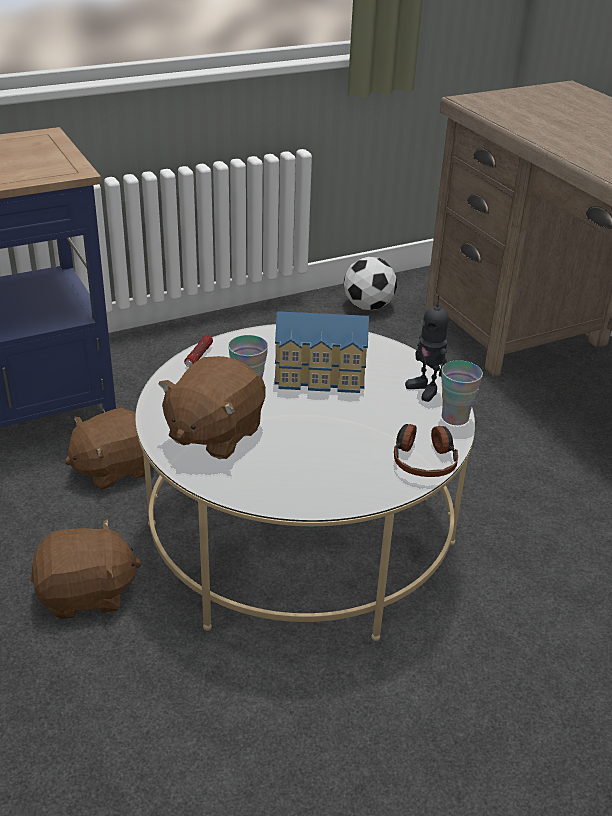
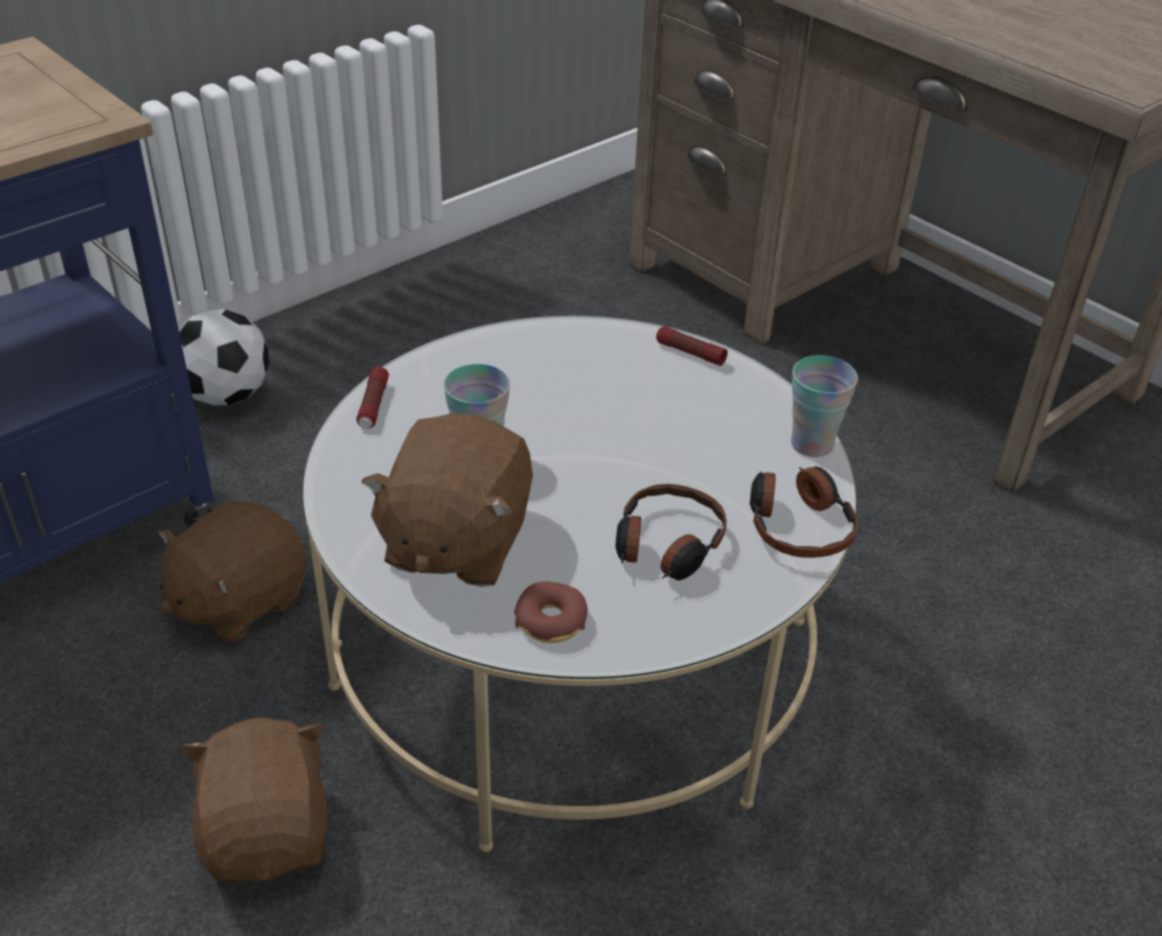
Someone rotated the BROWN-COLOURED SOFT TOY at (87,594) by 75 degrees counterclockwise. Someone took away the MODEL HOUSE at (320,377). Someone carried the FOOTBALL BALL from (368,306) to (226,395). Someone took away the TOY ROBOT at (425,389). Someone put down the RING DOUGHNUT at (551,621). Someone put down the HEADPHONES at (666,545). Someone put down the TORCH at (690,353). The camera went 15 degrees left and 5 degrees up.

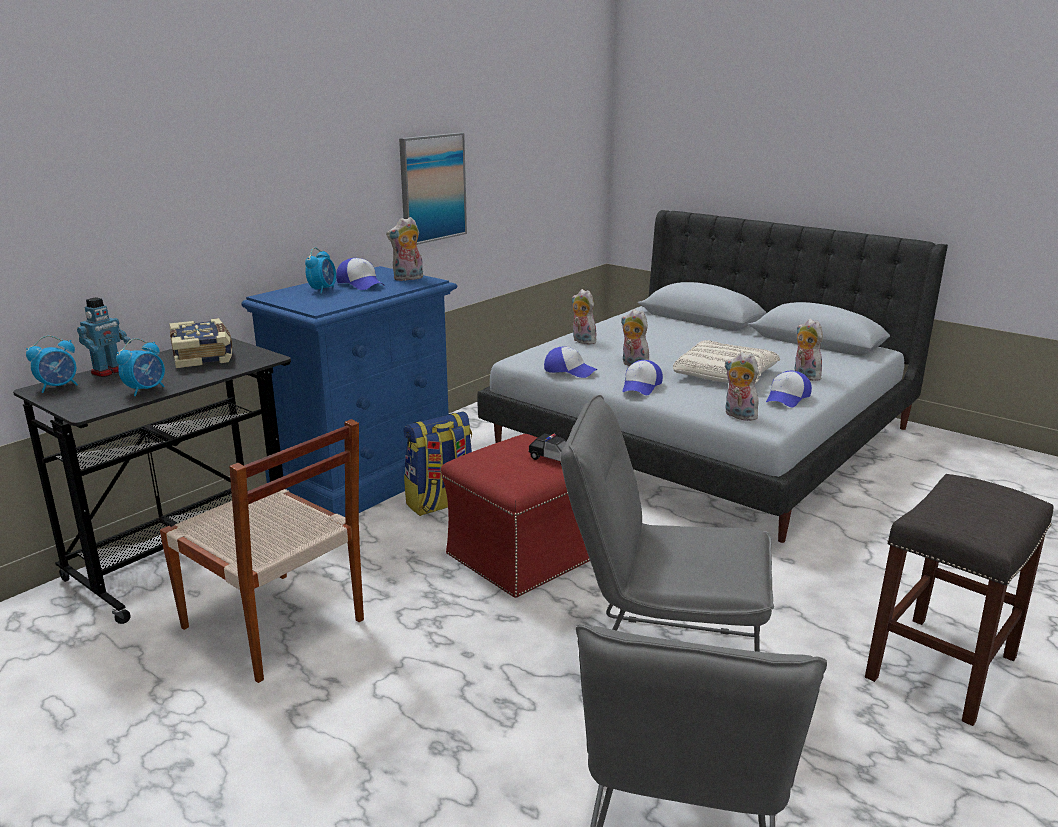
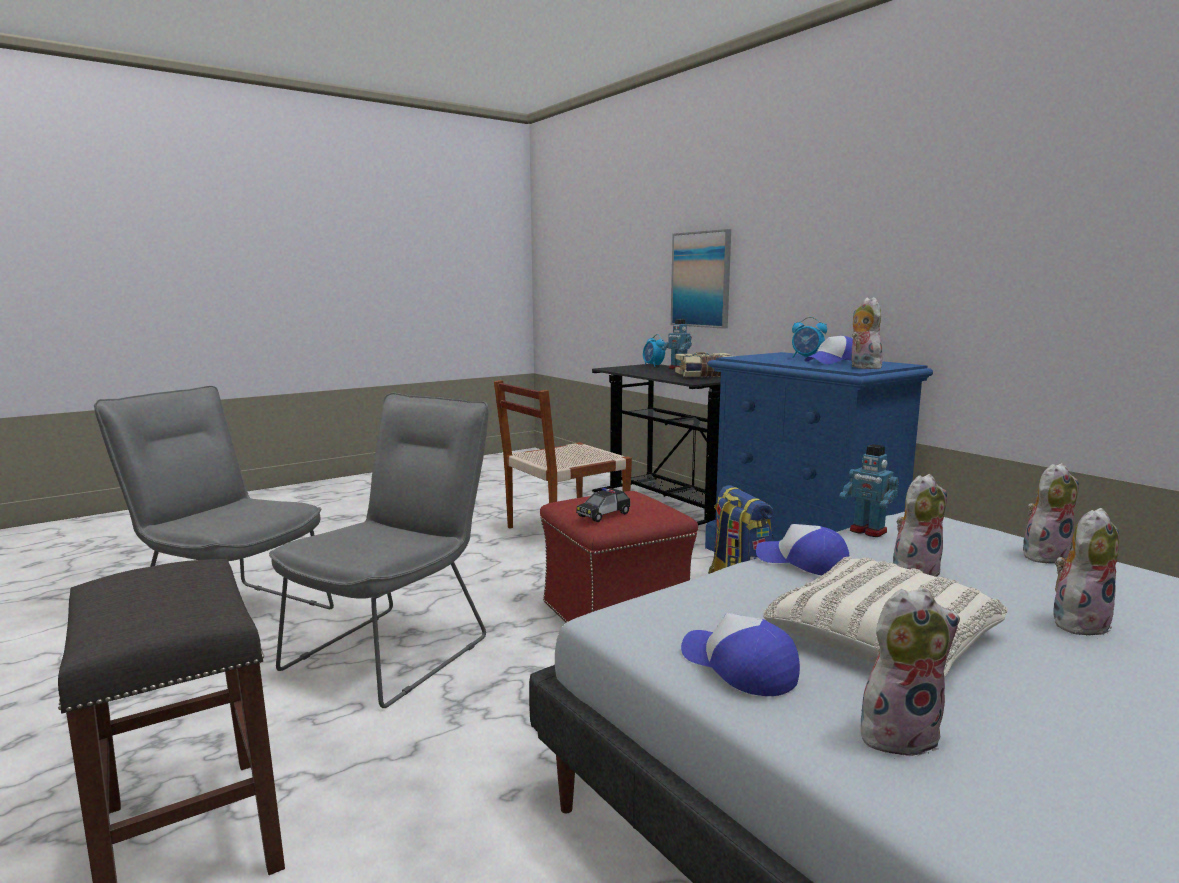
Someone took away the TABLE CLOCK at (146,390). Someone carried the PICTURE from (432,188) to (701,279). Someone swapped the PEAKED CAP at (569,371) for the TOY ROBOT at (867,531). Someone carried the SOFT TOY from (738,416) to (1078,622). The camera went 105 degrees right and 10 degrees down.

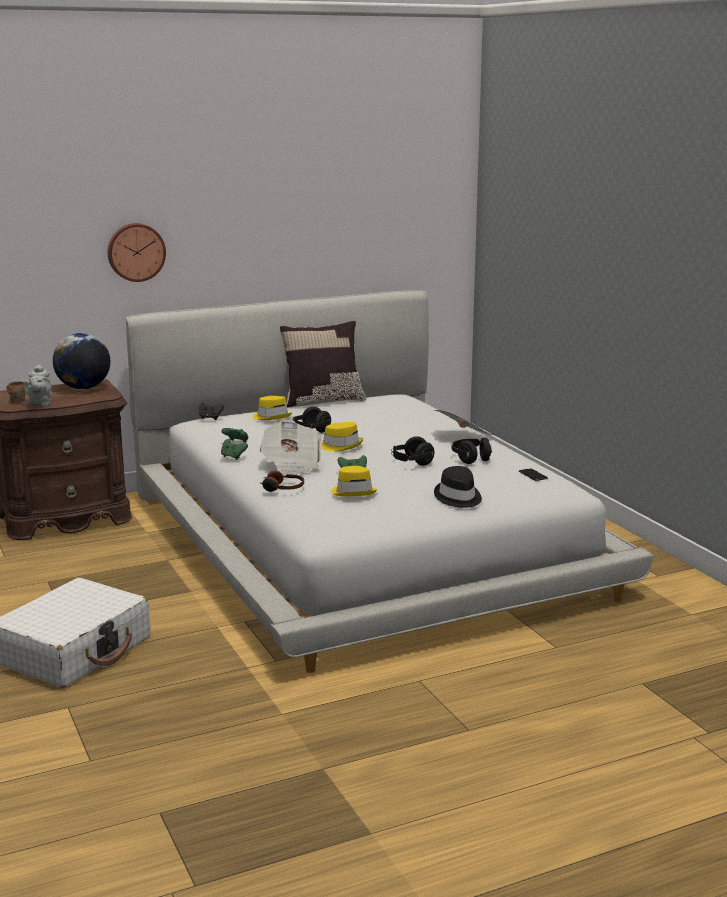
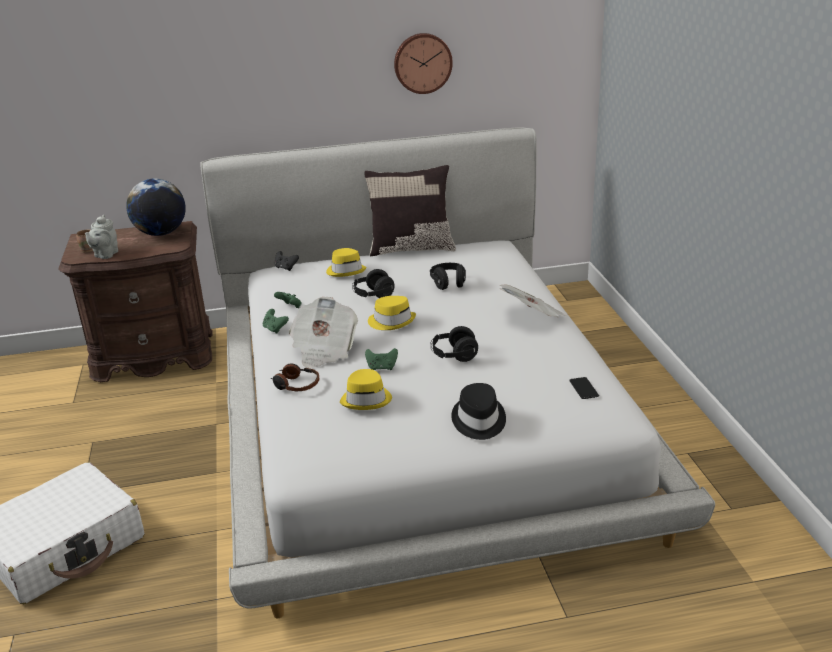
Someone carried the CLOCK ON THE WALL from (136,252) to (422,63). Someone carried the BLACK-COLOURED HEADPHONES from (471,459) to (448,284). The camera went 15 degrees right and 10 degrees up.

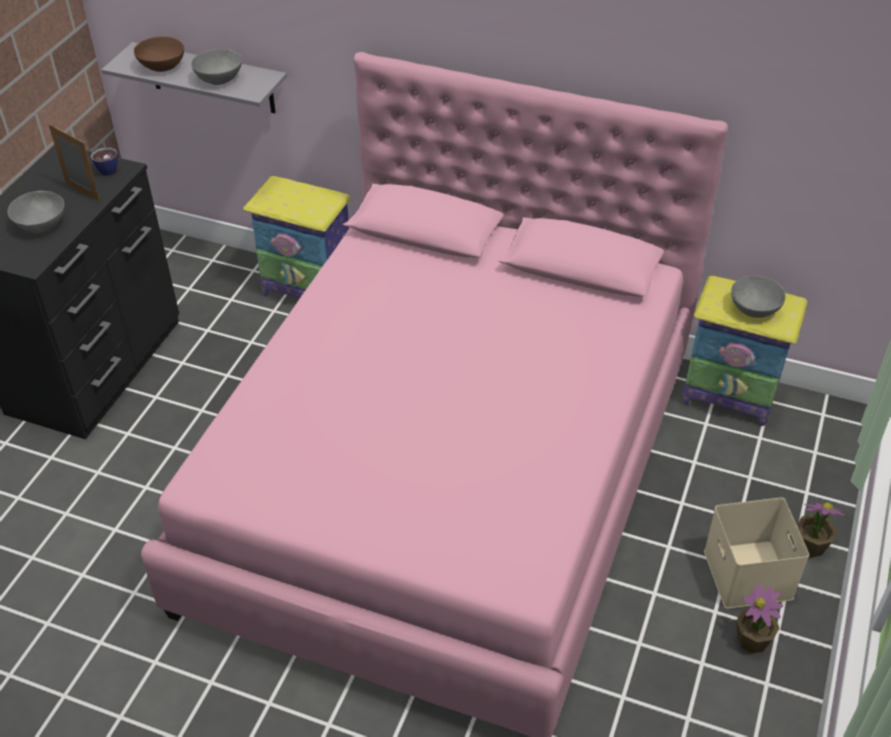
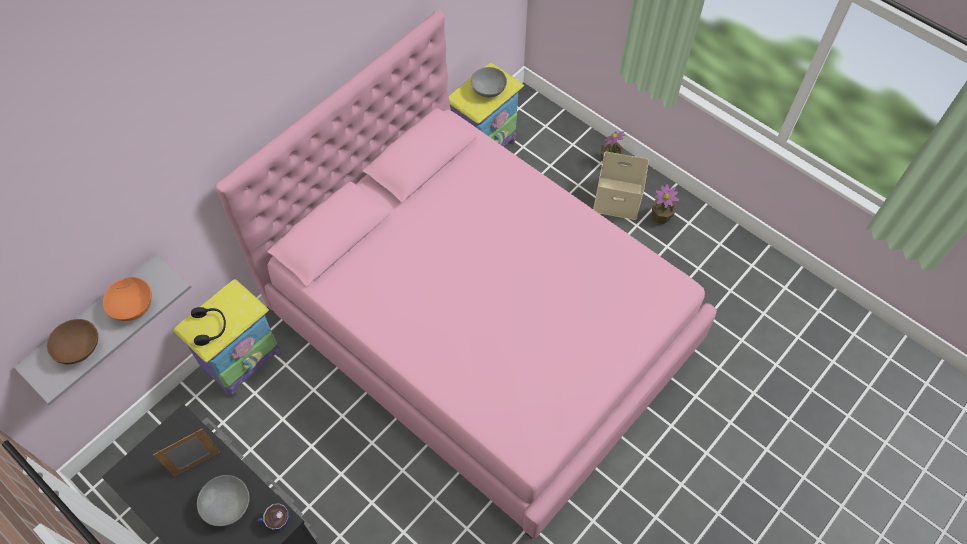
Someone carried the CUP from (107,168) to (275,521). Someone repainted the GREYISH BOWL at (219,79), which became the ORANGEY BOWL at (133,307). Someone put down the BLACK-COLOURED HEADPHONES at (211,327). The camera went 70 degrees left and 15 degrees up.

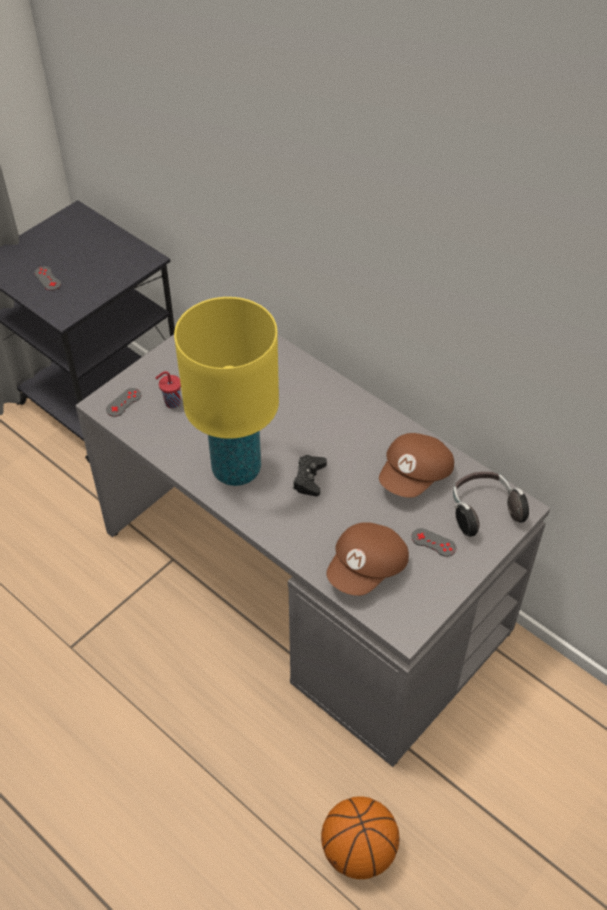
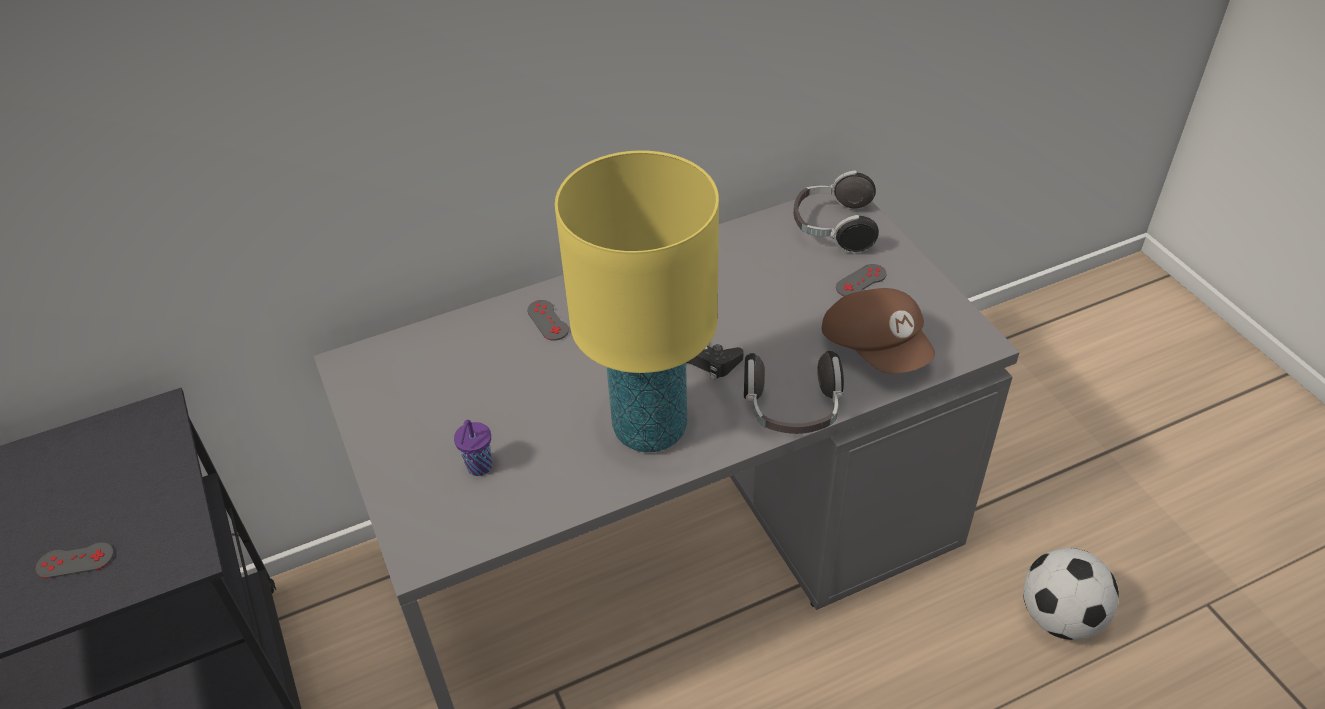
Someone carried the GREYISH GAMEPAD from (123,402) to (548,320). Someone repainted the RED-COLOURED CUP at (171,403), which became the PURPLE CUP at (478,468). Someone swapped the BASKETBALL BALL at (358,851) for the FOOTBALL BALL at (1060,616). Someone took away the BROWN-COLOURED PEAKED CAP at (415,476). Someone put down the HEADPHONES at (792,411). The camera went 65 degrees left and 5 degrees down.

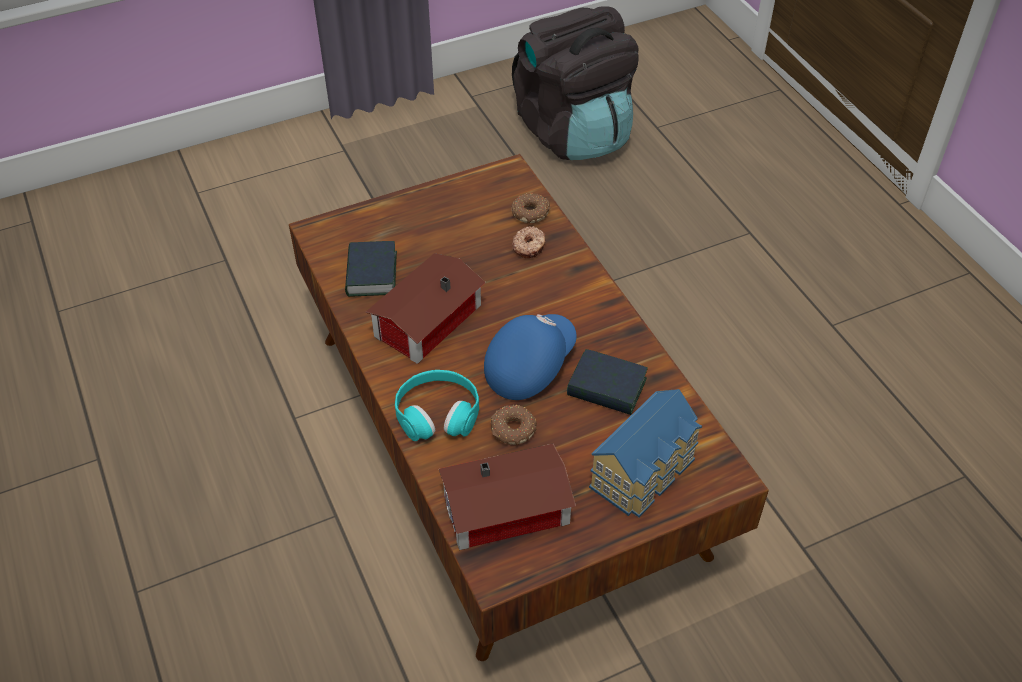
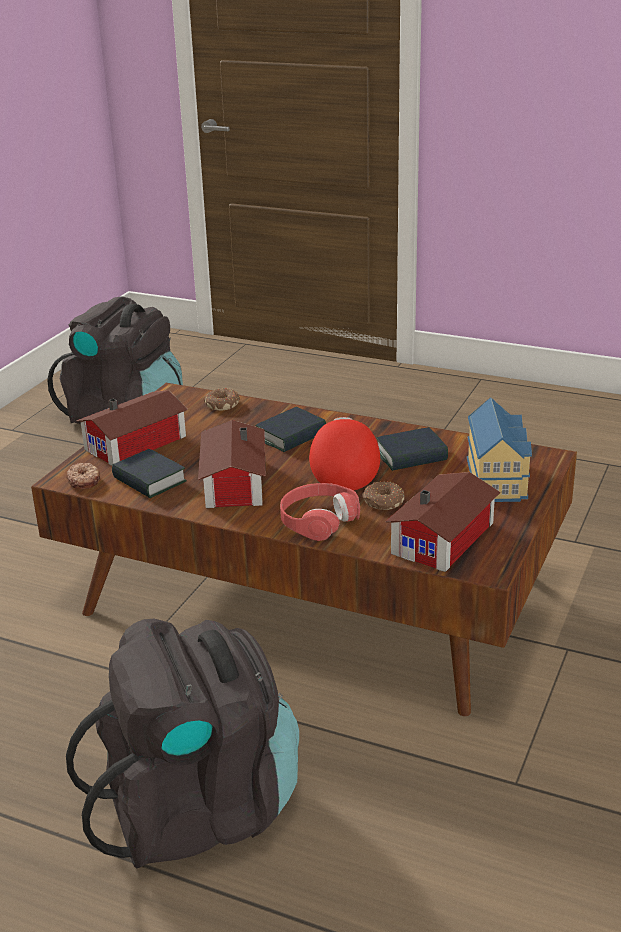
Someone repainted the BLUE-GREEN HEADPHONES at (437,413), which became the RED-COLOURED HEADPHONES at (318,520). Someone repainted the BLUE PEAKED CAP at (529,365), which became the RED-COLOURED PEAKED CAP at (343,470). Someone carried the RING DOUGHNUT from (529,247) to (84,481). Someone put down the BLACK-COLOURED RUCKSACK at (198,809). Someone put down the MODEL HOUSE at (139,442). Someone put down the BOOK at (291,436). The camera went 40 degrees left and 20 degrees down.

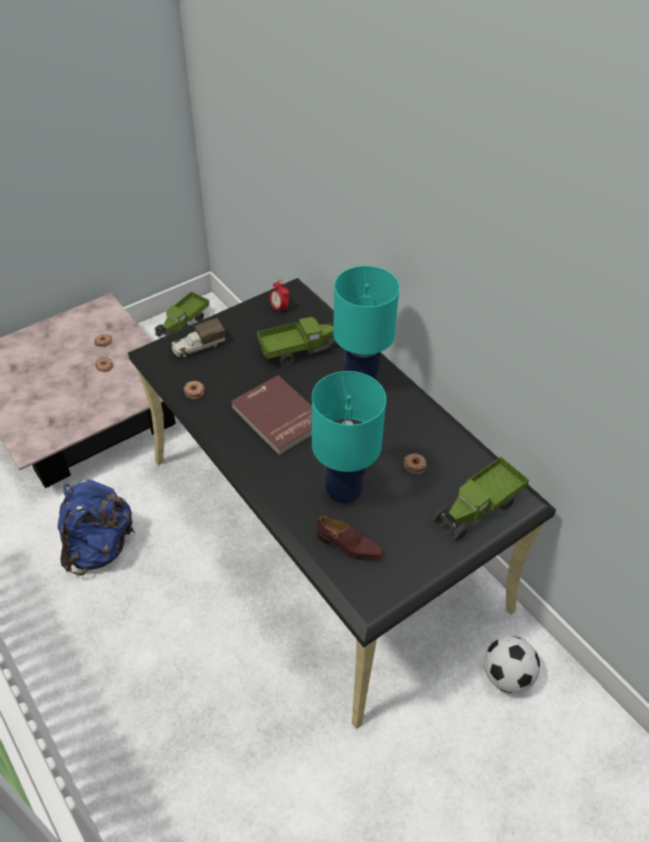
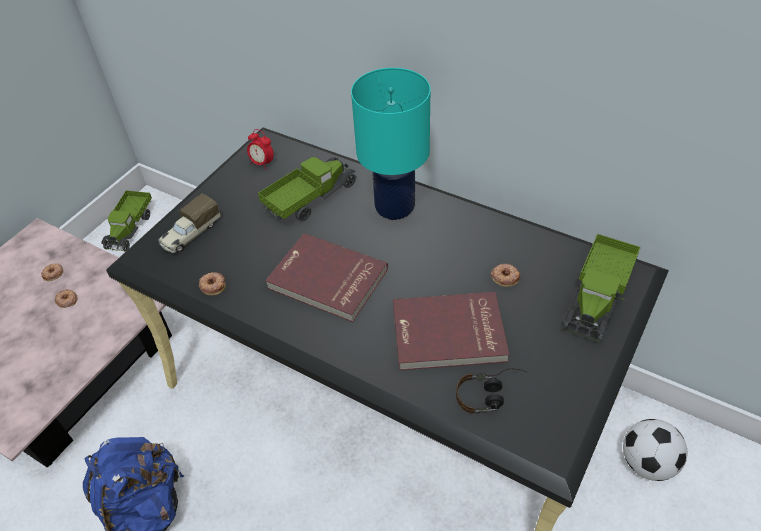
Someone swapped the BLUE-GREEN TABLE LAMP at (344,491) for the RED-COLOURED BOOK at (449,335). Someone swapped the BROWN-COLOURED LOW SHOE at (349,546) for the HEADPHONES at (491,395). The camera went 20 degrees left and 0 degrees up.

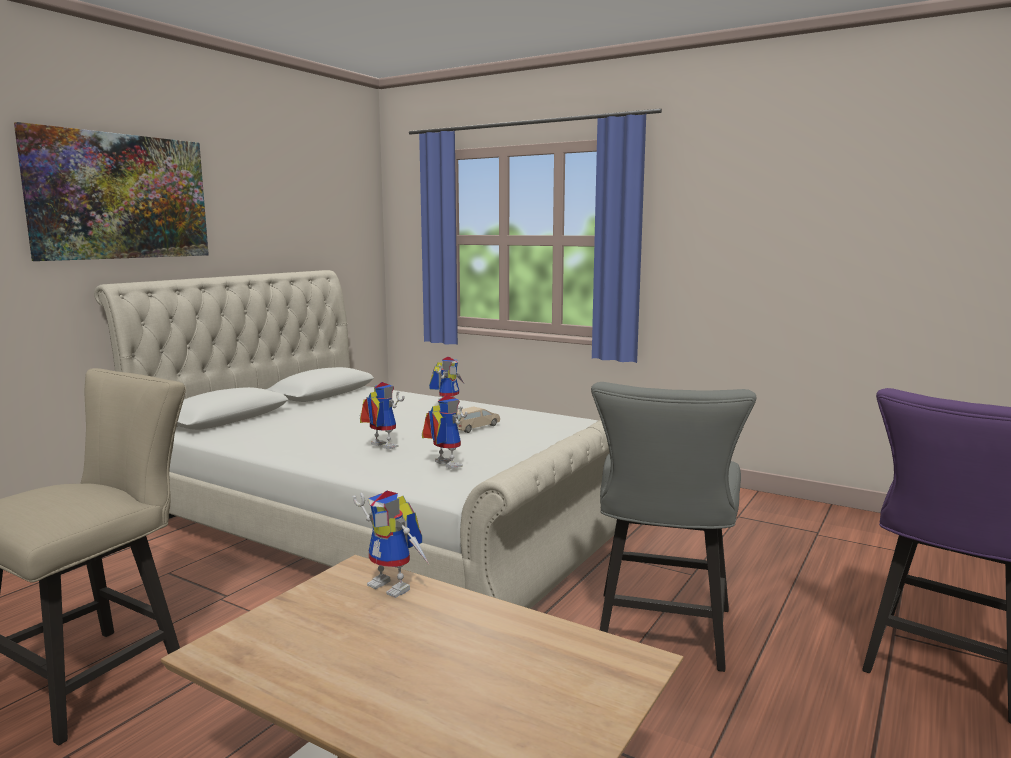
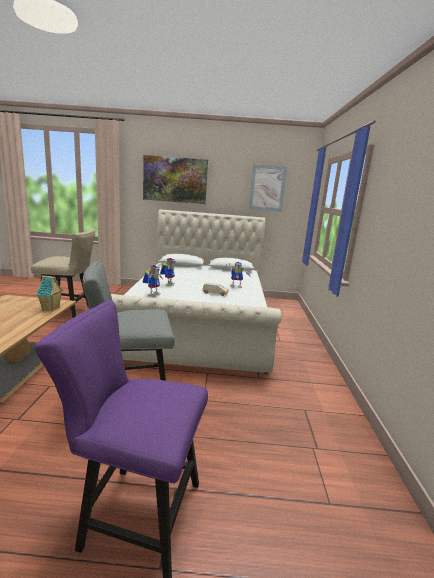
Someone swapped the TOY ROBOT at (396,586) for the MODEL HOUSE at (51,309). Someone put up the PICTURE at (267,188). The camera went 60 degrees right and 5 degrees up.

